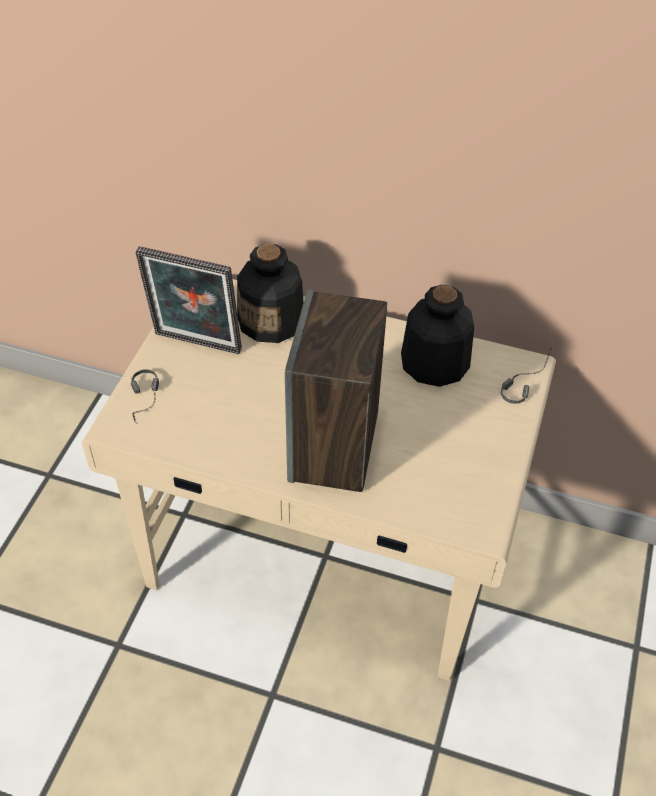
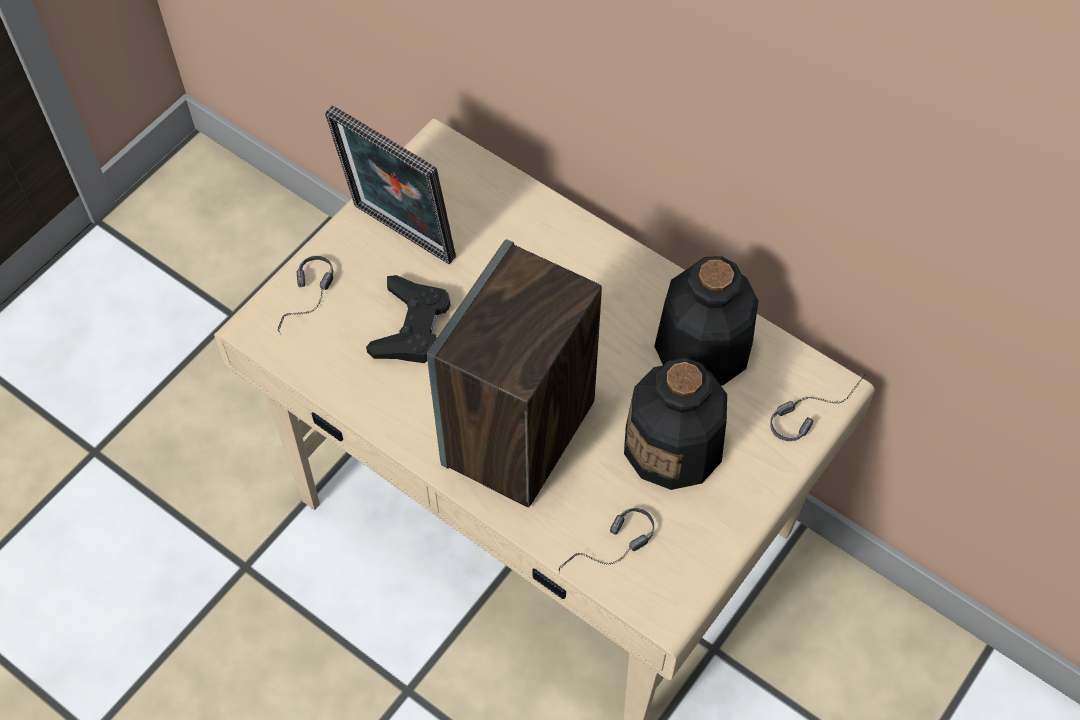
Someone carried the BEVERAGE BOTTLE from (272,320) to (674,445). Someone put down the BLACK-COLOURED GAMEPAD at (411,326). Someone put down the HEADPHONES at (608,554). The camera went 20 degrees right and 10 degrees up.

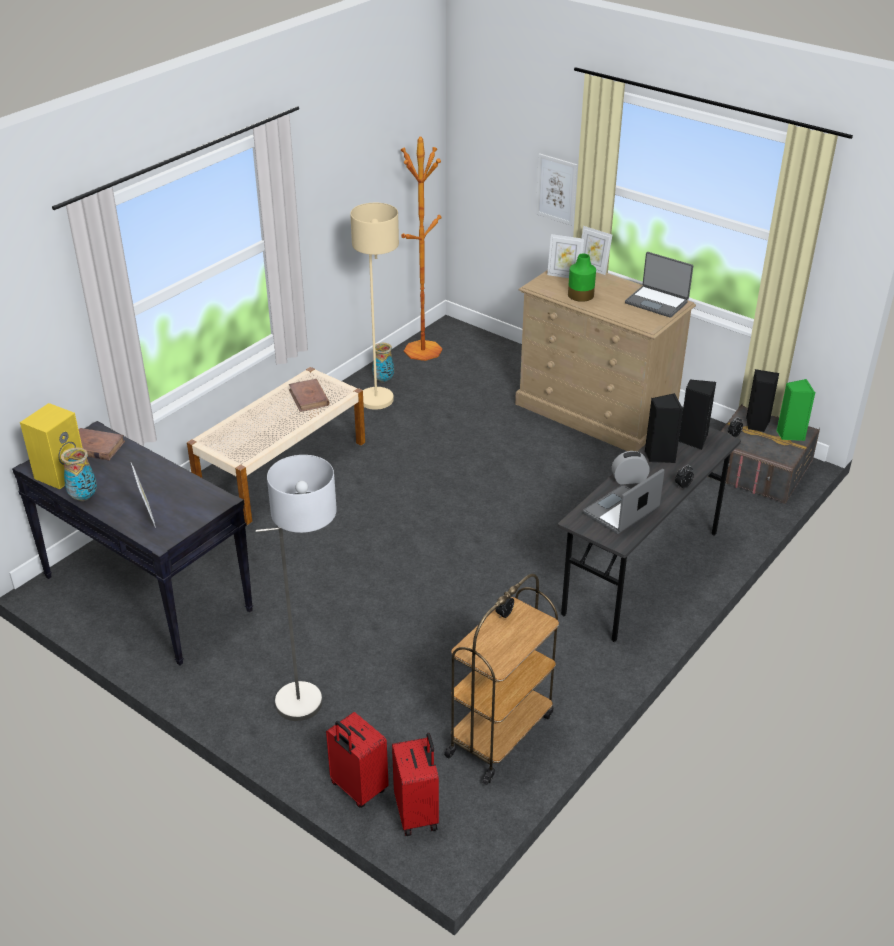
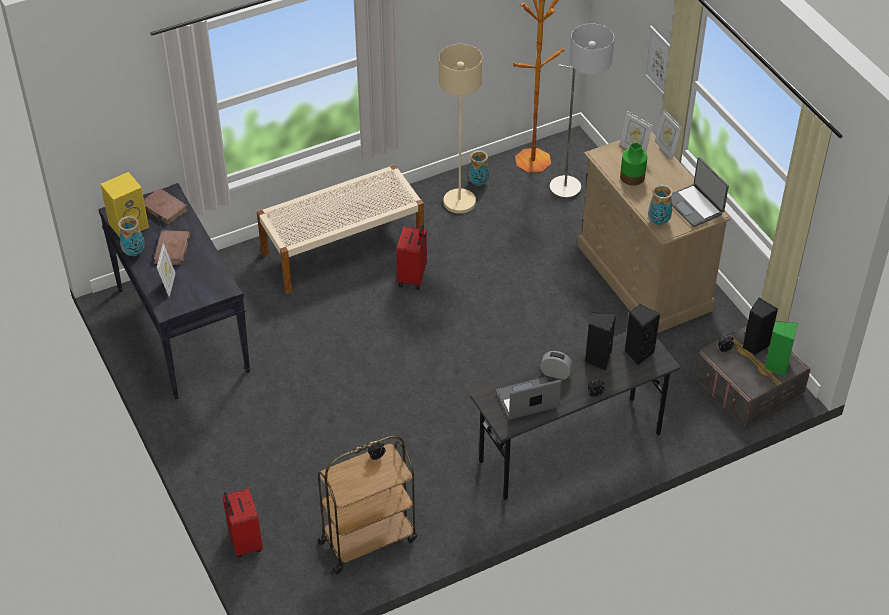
Someone carried the GREYISH STANDARD LAMP from (313,701) to (574,191). Someone carried the BROWN-COLOURED BOOK from (309,397) to (172,250). Someone carried the RED-COLOURED TRAVEL CASE from (418,813) to (413,277). Someone put down the FLOWER VASE at (658,221). The camera went 25 degrees right and 10 degrees up.

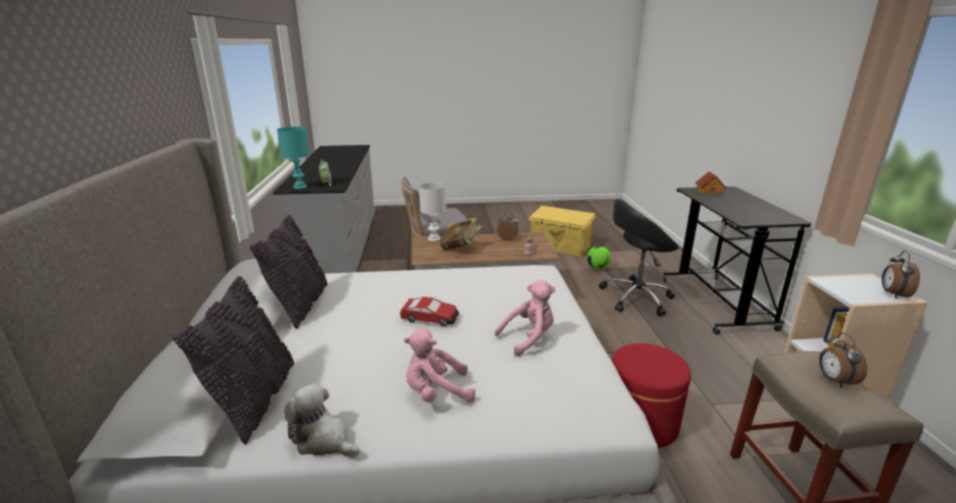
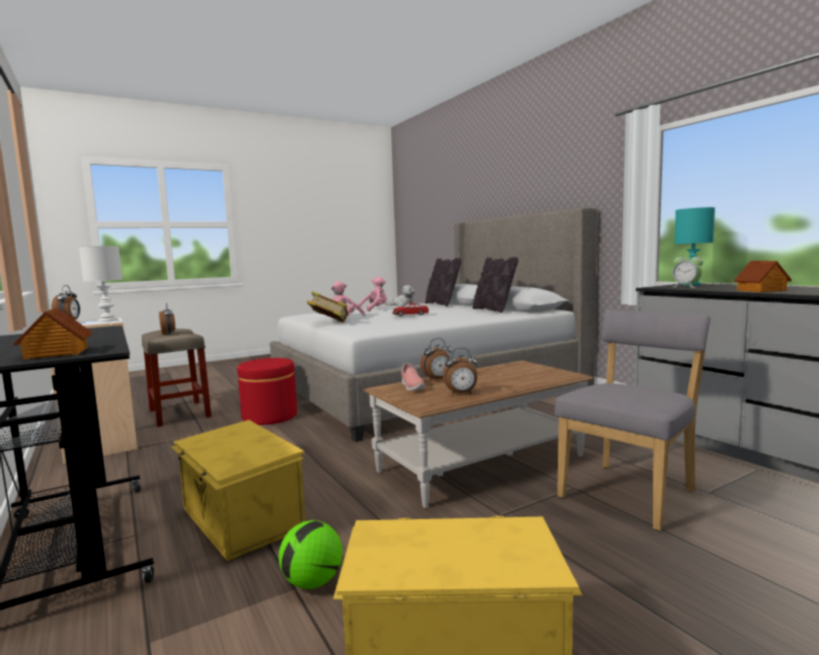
Someone carried the WHITE TABLE LAMP from (434,239) to (107,321). Someone carried the BOOK from (461,248) to (329,324). Someone swapped the BLACK-COLOURED COMPUTER CHAIR at (634,298) for the YELLOW-COLOURED STORAGE BOX at (240,519). Someone put down the TABLE CLOCK at (438,379). Someone put down the MODEL HOUSE at (761,290). The camera went 155 degrees right and 15 degrees down.

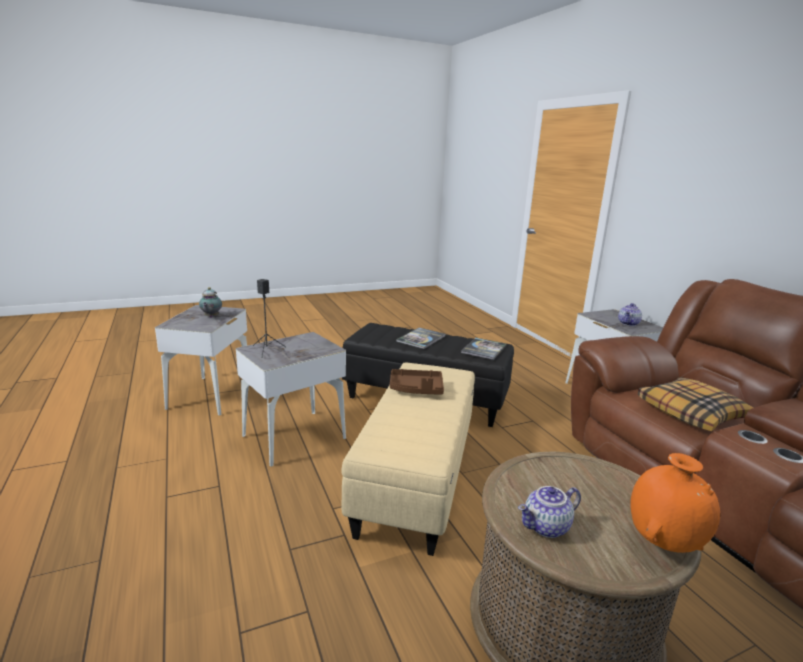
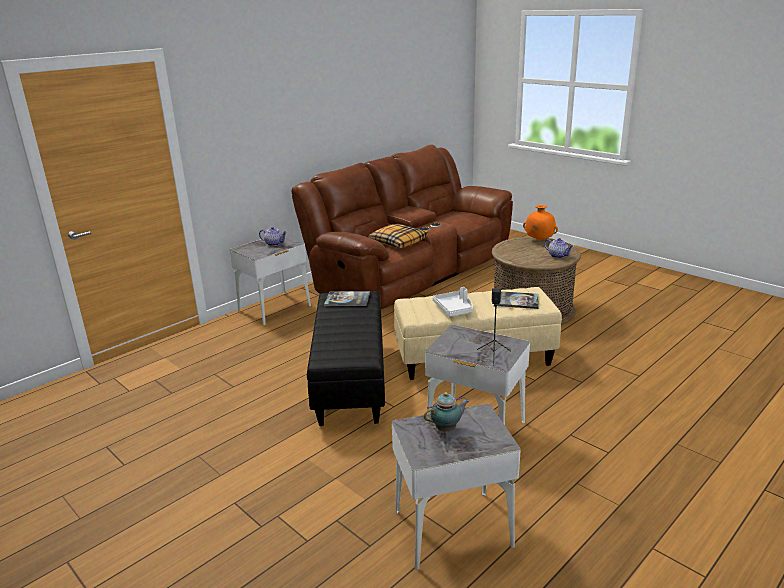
Someone repainted the BROWN-COLOURED CARRYING TRAY at (416,389), which became the WHITE CARRYING TRAY at (454,309). Someone carried the BOOK from (421,339) to (516,301). The camera went 110 degrees left and 5 degrees up.

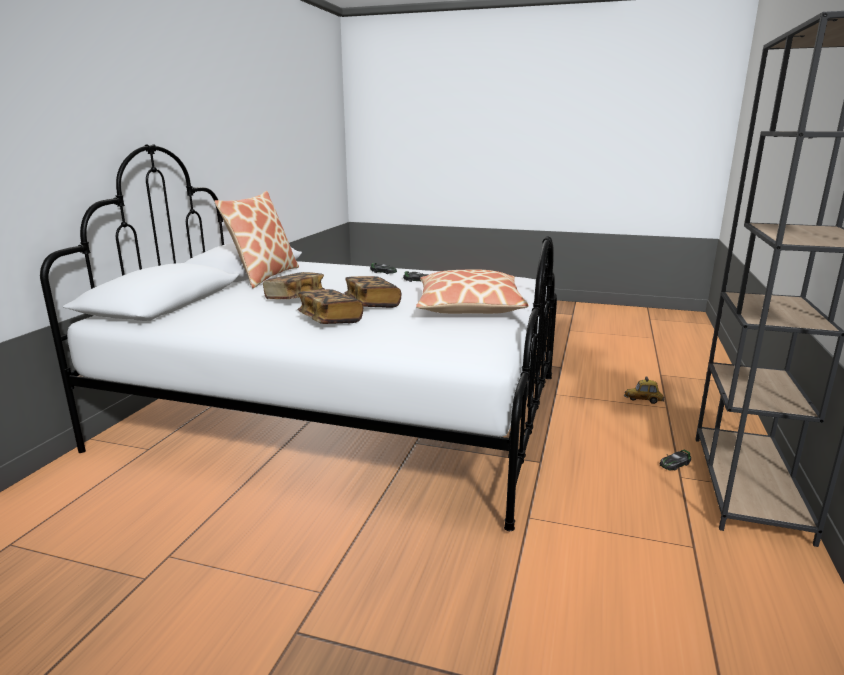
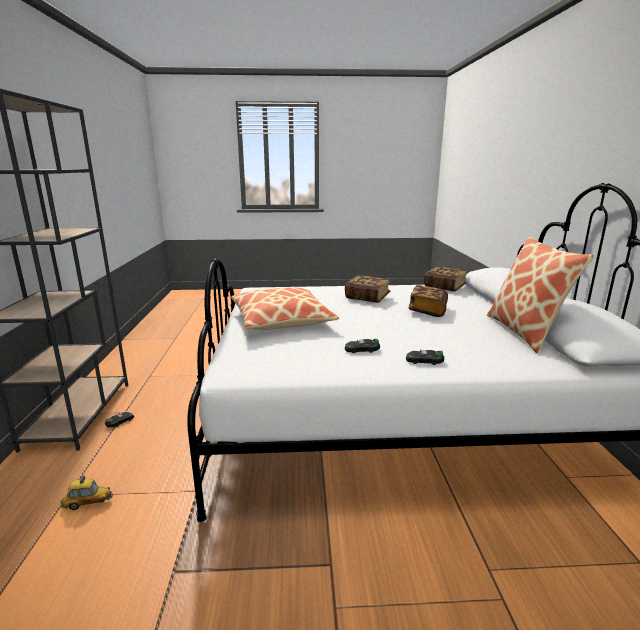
Someone carried the BOOK from (372,304) to (445,287). The camera went 160 degrees right and 0 degrees up.

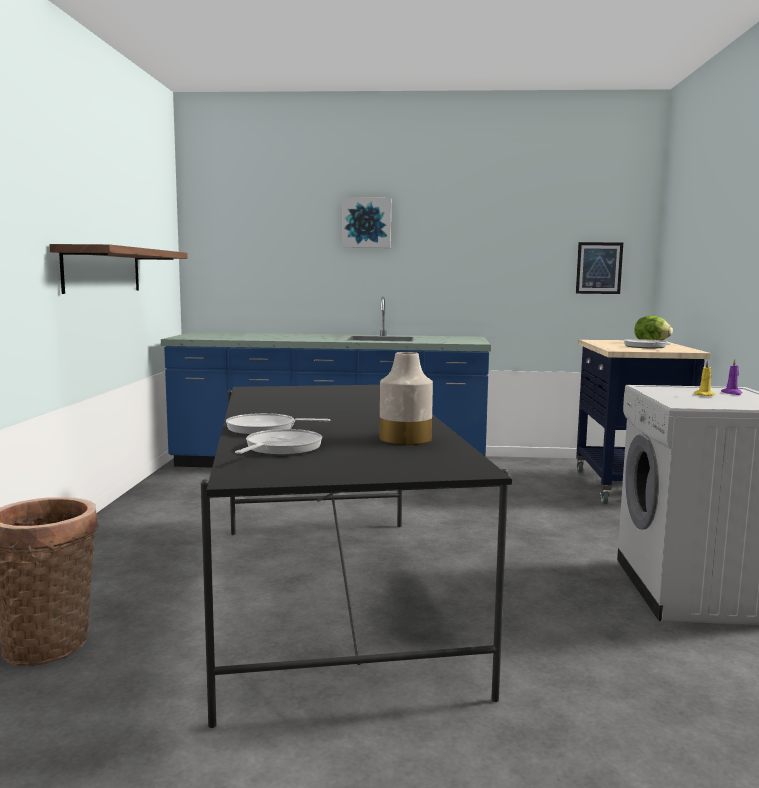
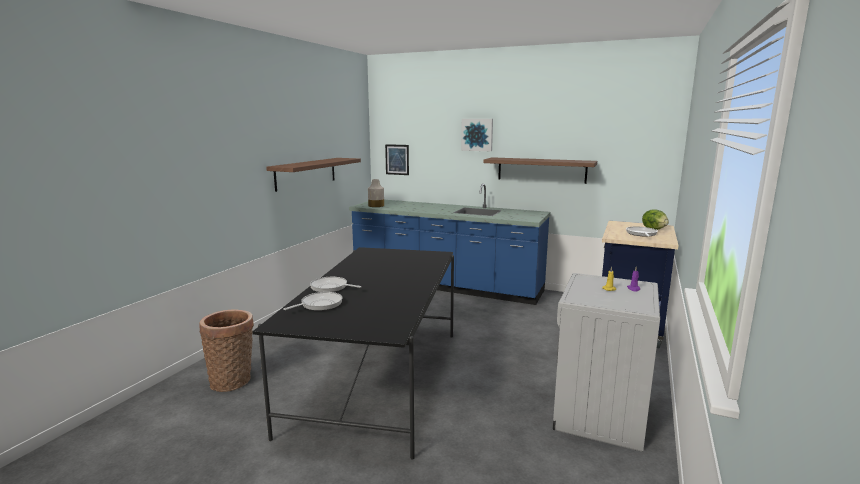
Someone carried the BEIGE FLOWER VASE from (404,439) to (376,205). Someone carried the PICTURE from (599,268) to (397,159). Someone put up the SHELF at (541,170). The camera went 20 degrees right and 5 degrees up.

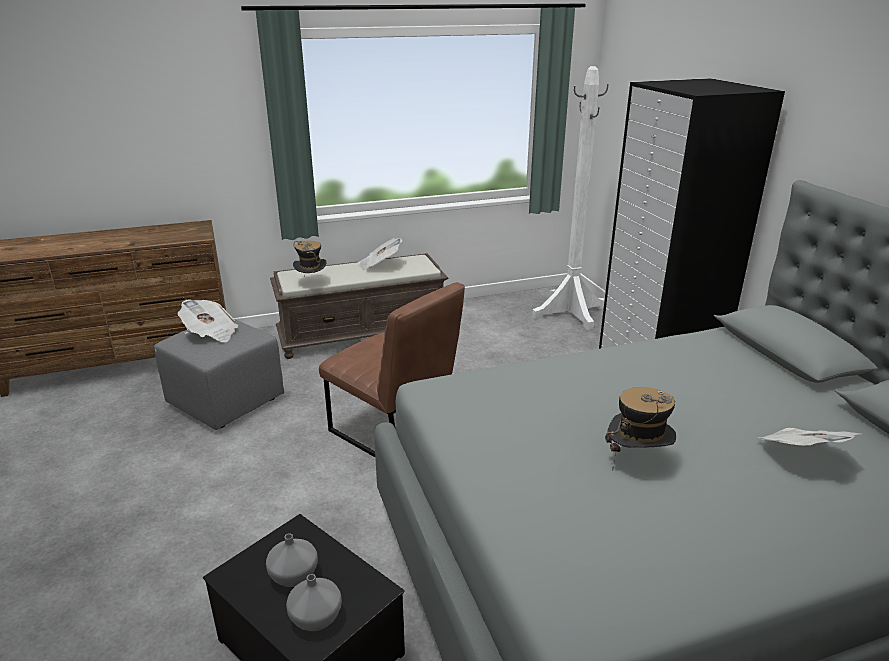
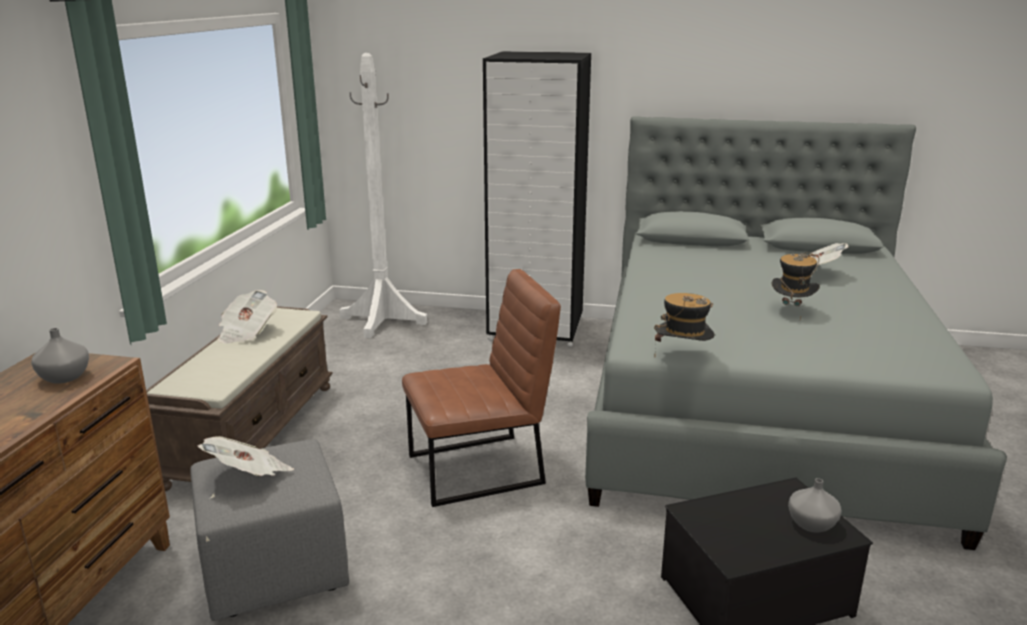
Someone carried the GREYISH FLOWER VASE from (293,574) to (63,377). Someone carried the CLOTHING HAT from (311,282) to (682,357). The camera went 60 degrees left and 5 degrees down.

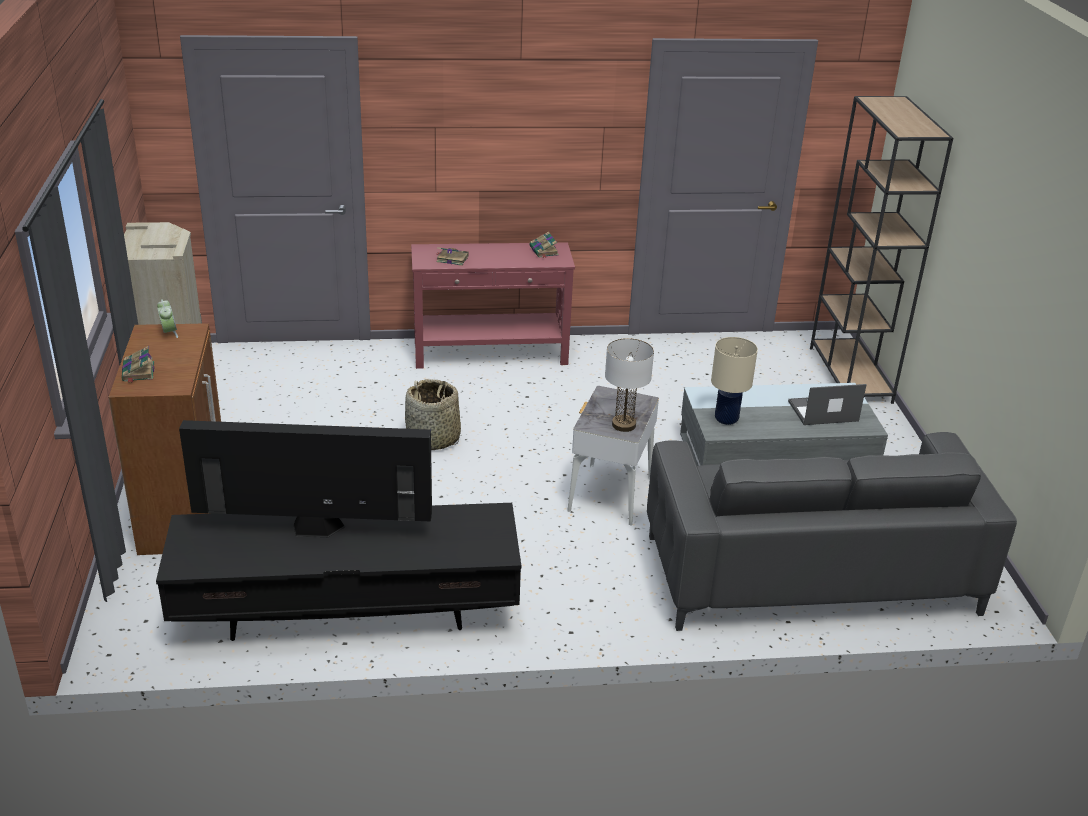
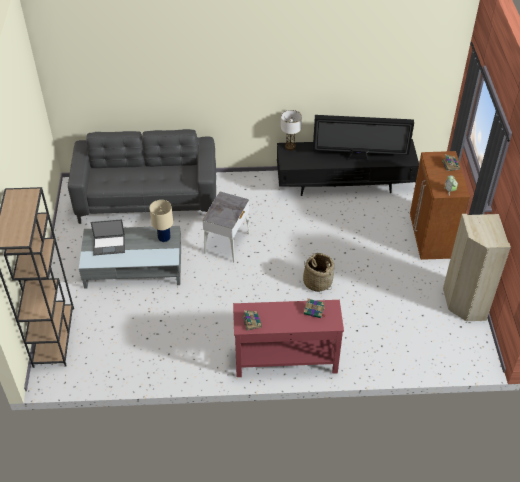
Someone carried the TABLE LAMP from (623,425) to (290,147). The camera went 175 degrees left and 15 degrees up.

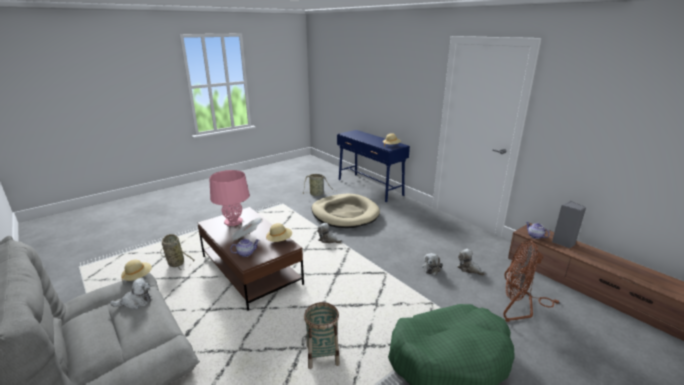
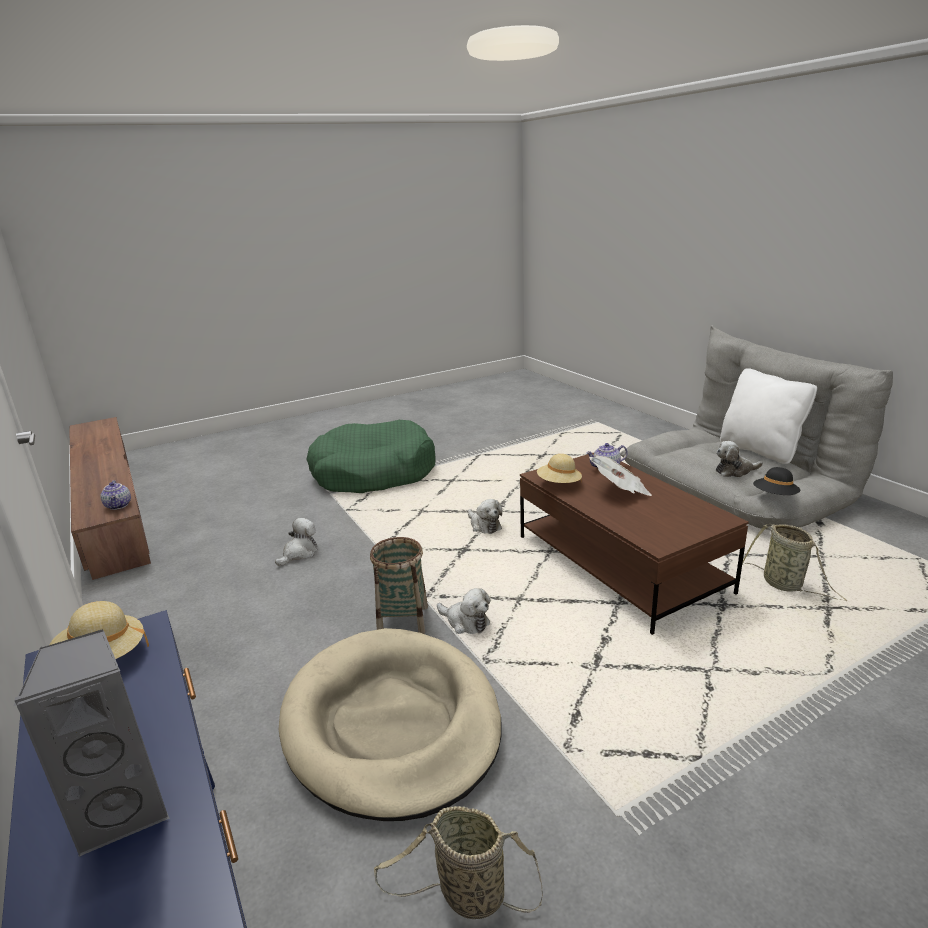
Someone repainted the BEIGE CLOTHING HAT at (138,277), which became the BLACK-COLOURED CLOTHING HAT at (775,496). Someone took away the PINK-COLOURED TABLE LAMP at (233,221). Someone carried the HOUSEHOLD BASKET from (322,355) to (403,620). Someone carried the SOFT TOY from (469,269) to (484,526). Someone took away the BROWN-COLOURED COOLING FAN at (520,302). Someone carried the GREYISH SPEAKER from (563,243) to (125,809). Someone put down the WHITE THROW PILLOW at (760,450). The camera went 170 degrees left and 0 degrees up.

